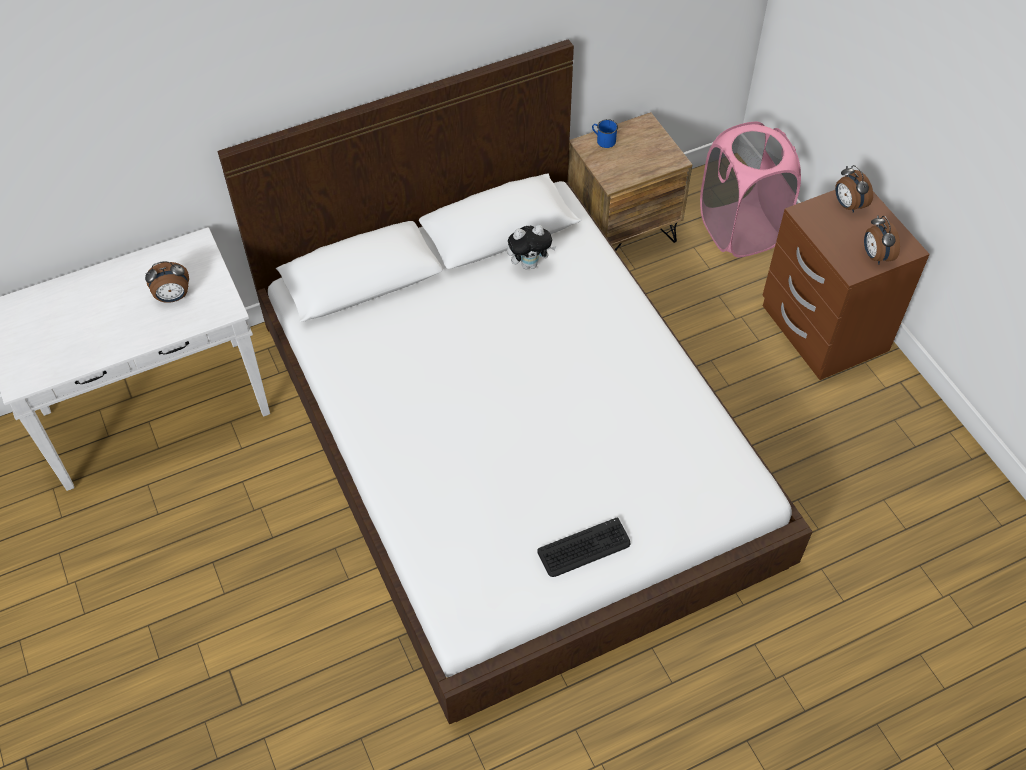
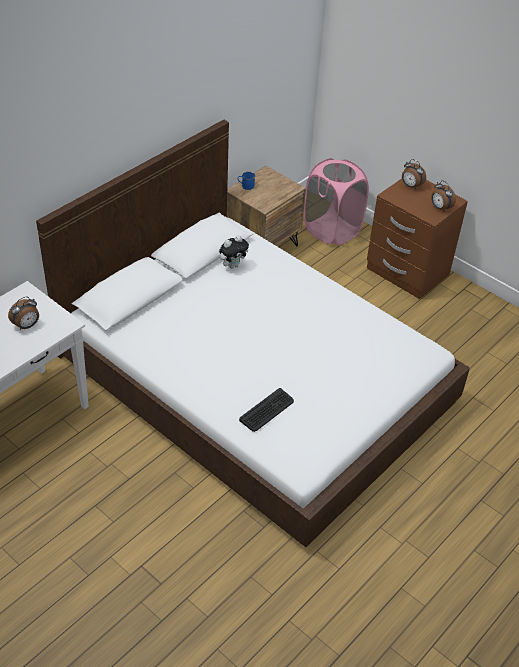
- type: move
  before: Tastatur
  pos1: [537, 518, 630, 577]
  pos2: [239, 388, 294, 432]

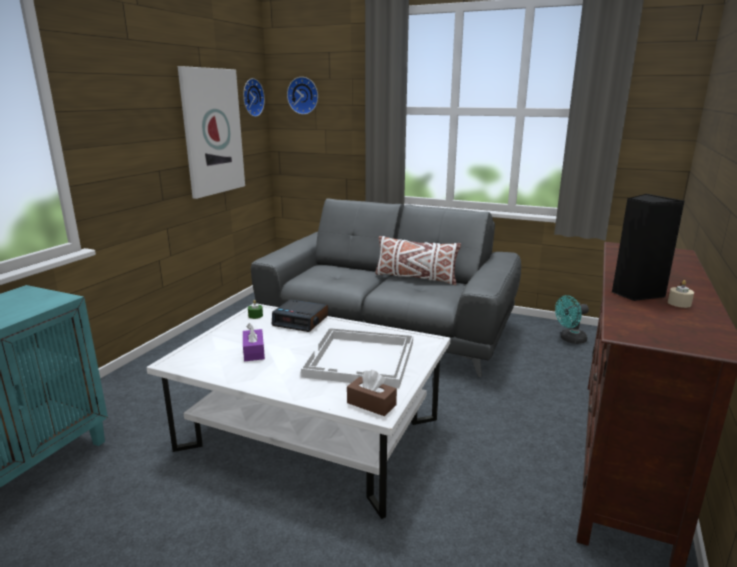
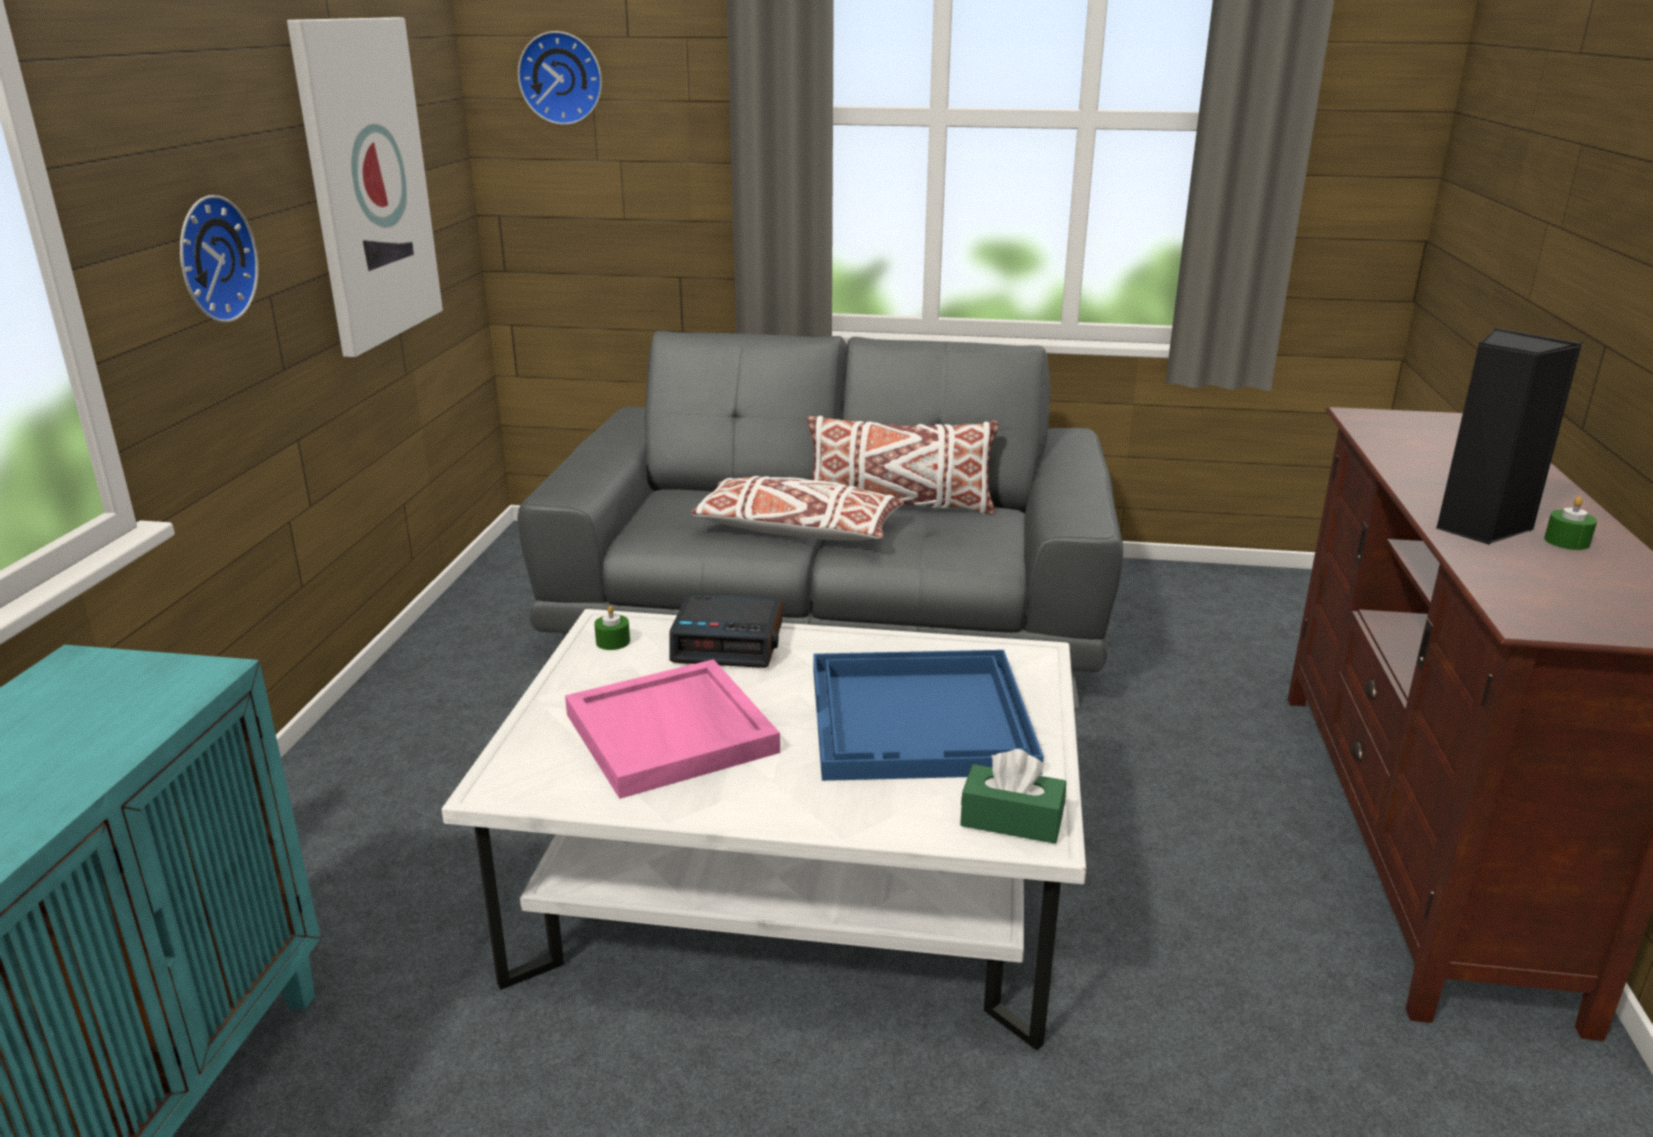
- type: delete
  before: Ventilator [türkis]
  pos1: [555, 295, 589, 344]
- type: insert
  after: Kissen [weiß]
  pos2: [691, 476, 904, 541]
- type: move
  before: Wanduhr
  pos1: [243, 78, 265, 117]
  pos2: [180, 195, 259, 323]
- type: replace
  before: Taschentuchbox [lila]
  after: Tablett [rosa]
  pos1: [243, 323, 265, 361]
  pos2: [565, 659, 780, 799]
- type: recolor
  before: Tablett [weiß]
  after: Tablett [blau]
  pos1: [301, 328, 413, 388]
  pos2: [813, 650, 1044, 781]
- type: recolor
  before: Taschentuchbox [braun]
  after: Taschentuchbox [grün]
  pos1: [347, 370, 397, 416]
  pos2: [960, 749, 1066, 844]
- type: recolor
  before: Kerze [beige]
  after: Kerze [grün]
  pos1: [668, 280, 694, 308]
  pos2: [1544, 496, 1597, 550]

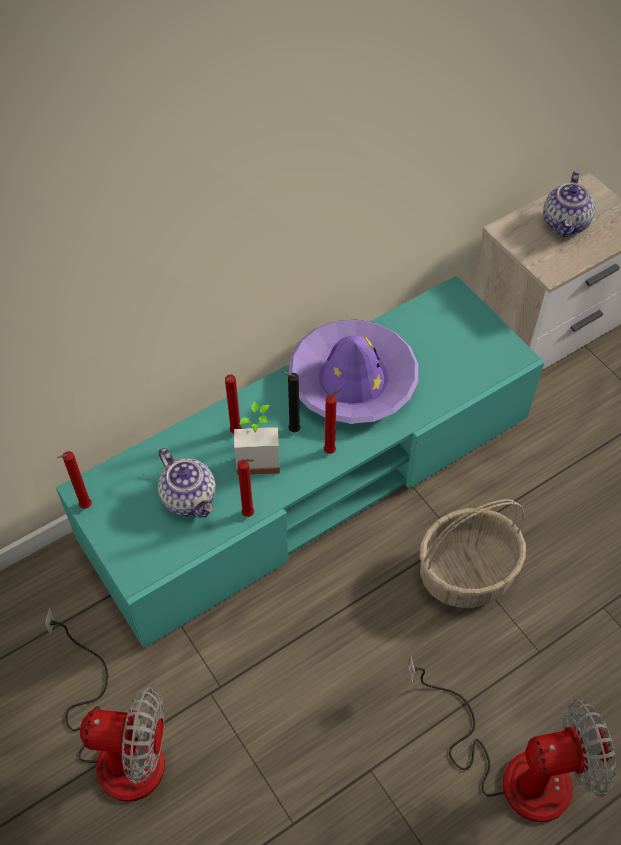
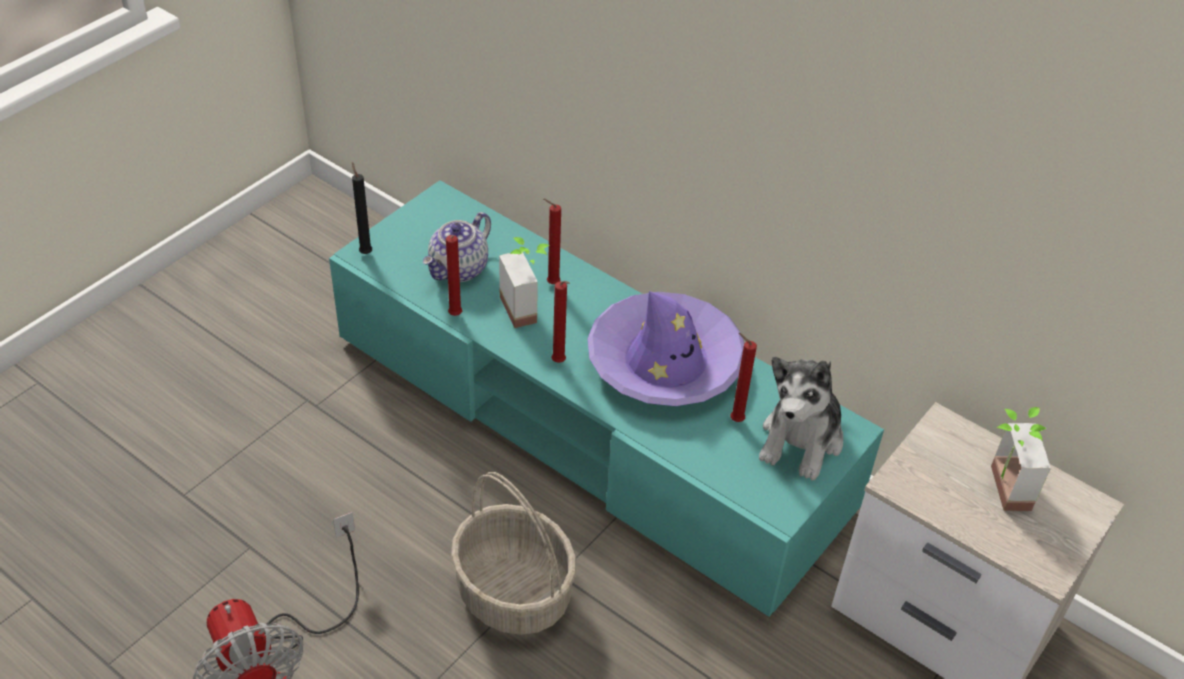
- type: delete
  before: Ventilator
  pos1: [45, 608, 165, 802]
- type: insert
  after: Plüschtier
  pos2: [759, 357, 843, 481]
- type: move
  before: Kerze [rot]
  pos1: [57, 451, 92, 509]
  pos2: [730, 333, 757, 422]
- type: move
  before: Kerze [schwarz]
  pos1: [282, 372, 301, 432]
  pos2: [352, 162, 372, 254]
- type: replace
  before: Teekanne
  after: Topfpflanze
  pos1: [543, 171, 595, 237]
  pos2: [991, 407, 1051, 511]

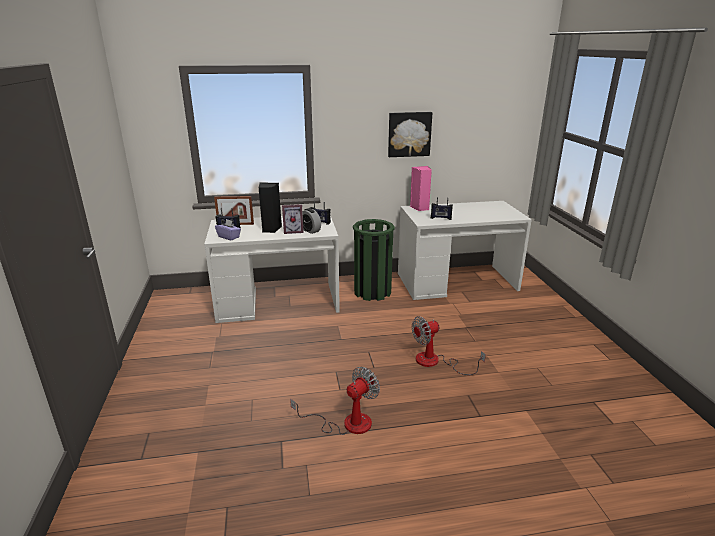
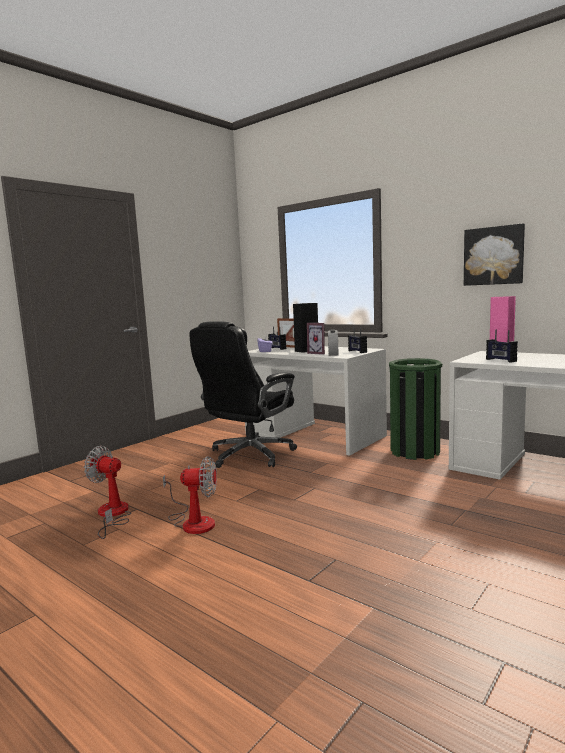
- type: insert
  after: Bürostuhl [schwarz]
  pos2: [189, 321, 297, 468]
- type: move
  before: Ventilator
  pos1: [412, 316, 486, 375]
  pos2: [84, 446, 131, 539]

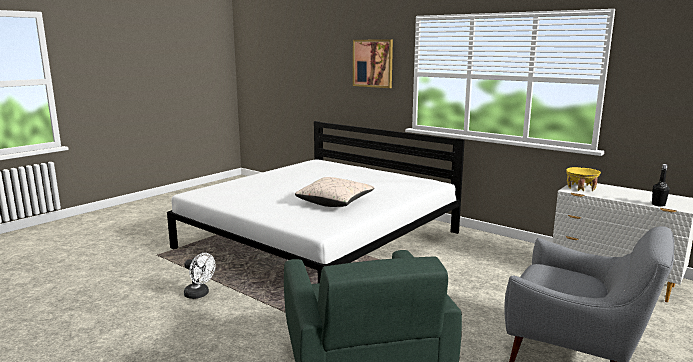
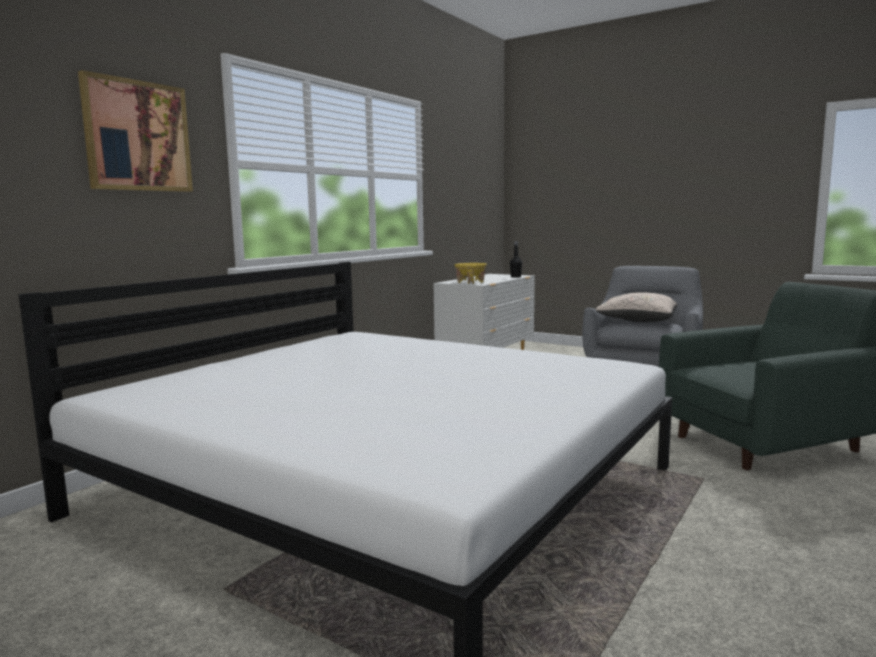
- type: delete
  before: Ventilator [weiß]
  pos1: [184, 253, 215, 299]
- type: move
  before: Kissen [beige]
  pos1: [295, 177, 374, 207]
  pos2: [595, 292, 678, 322]

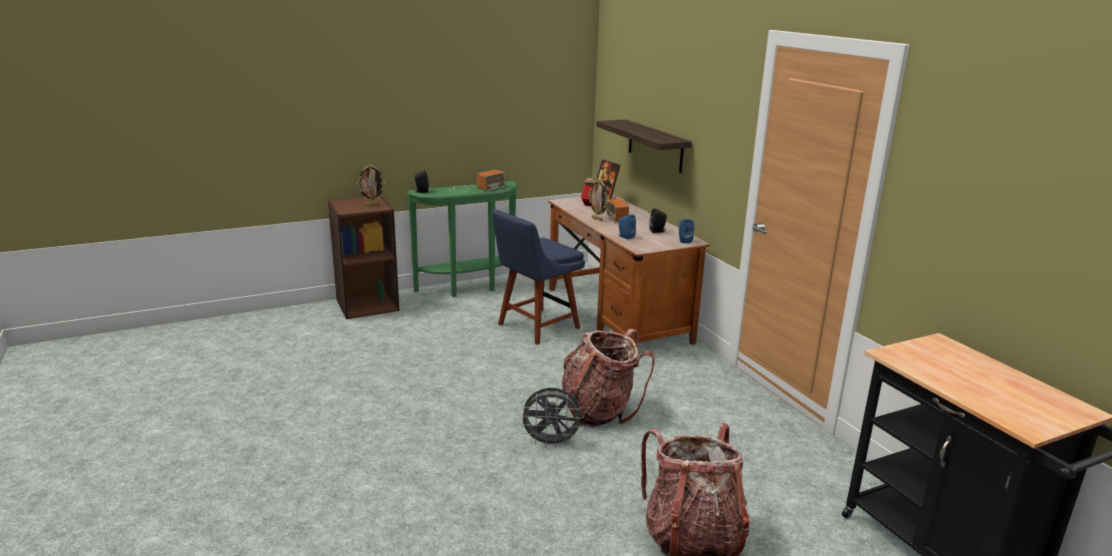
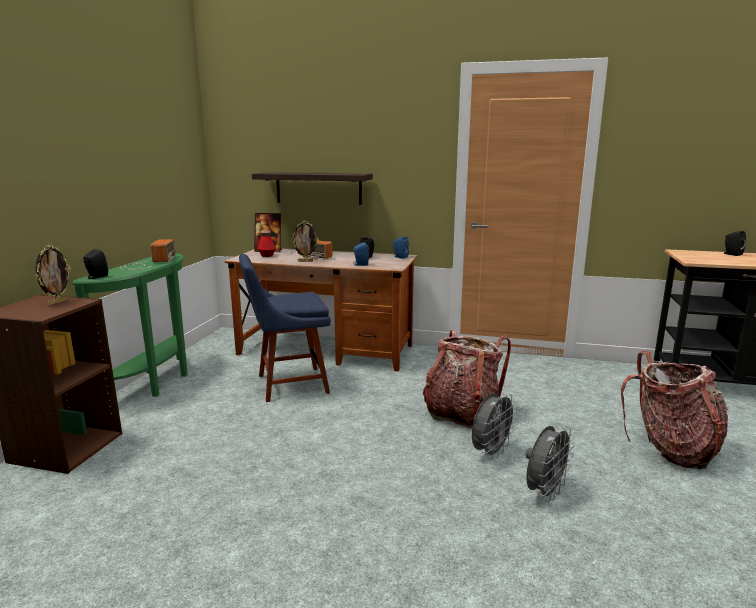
- type: insert
  after: Ventilator [grau]
  pos2: [526, 426, 575, 502]
- type: insert
  after: Lautsprecher [schwarz]
  pos2: [722, 231, 746, 256]
- type: rotate
  before: Stuhl [blau]
  pos1: [491, 209, 585, 345]
  pos2: [239, 254, 331, 402]
  turn: 75

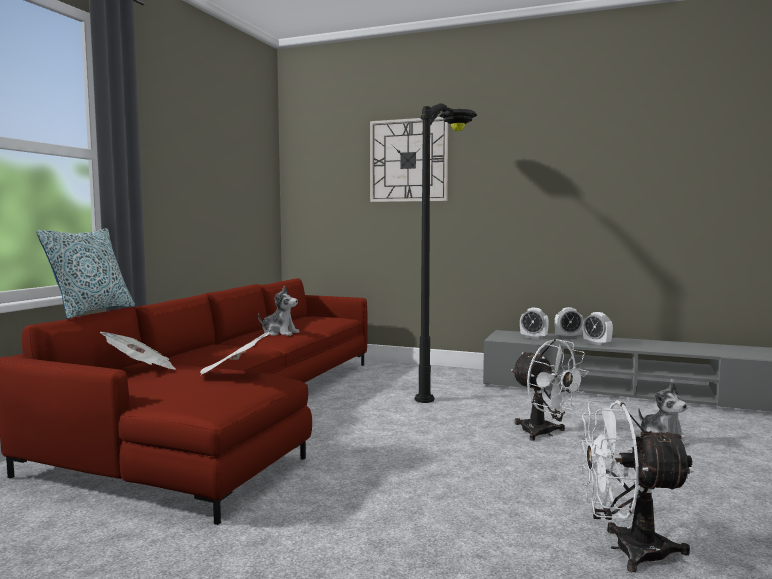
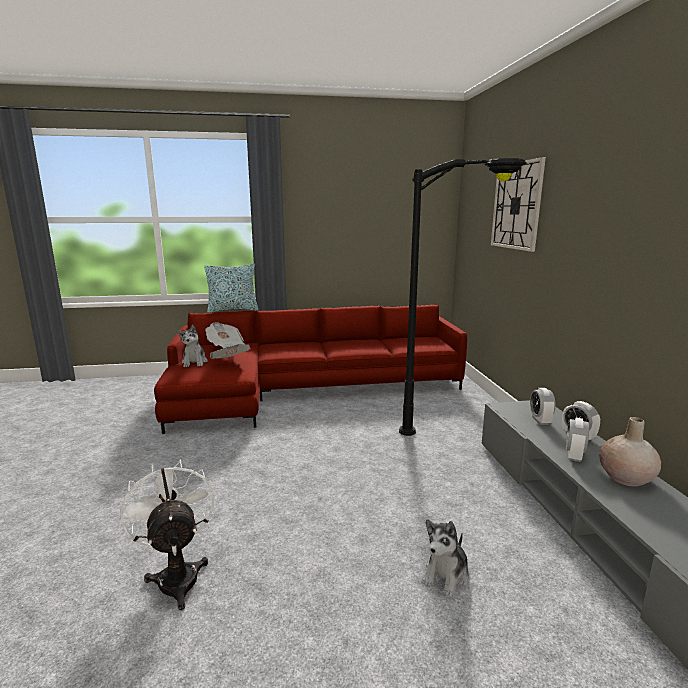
- type: delete
  before: Ventilator [weiß]
  pos1: [511, 339, 589, 441]
- type: insert
  after: Vase [beige]
  pos2: [599, 417, 661, 487]
- type: move
  before: Plüschtier
  pos1: [258, 286, 300, 336]
  pos2: [177, 325, 208, 367]

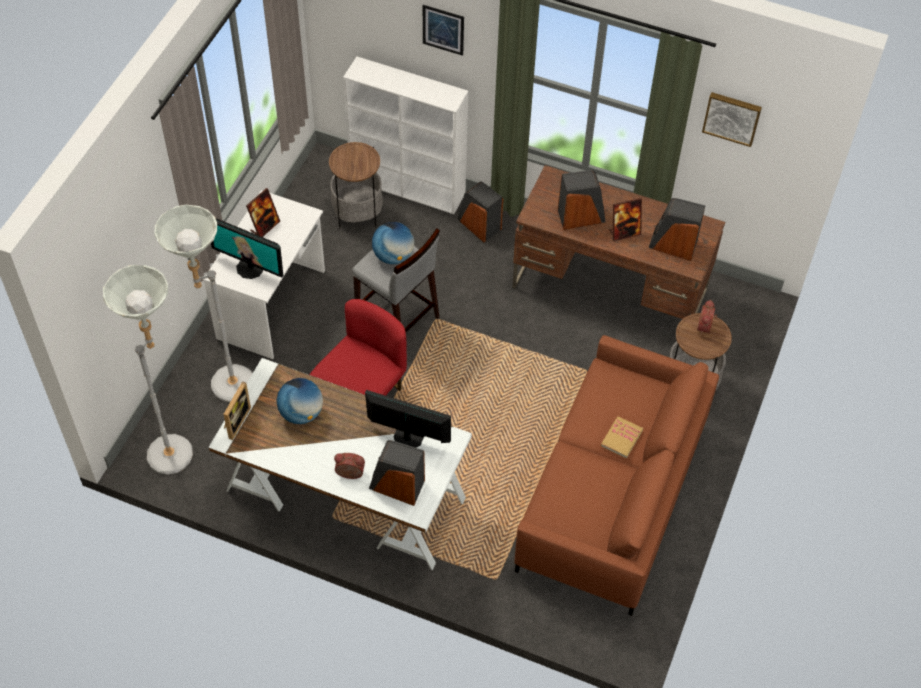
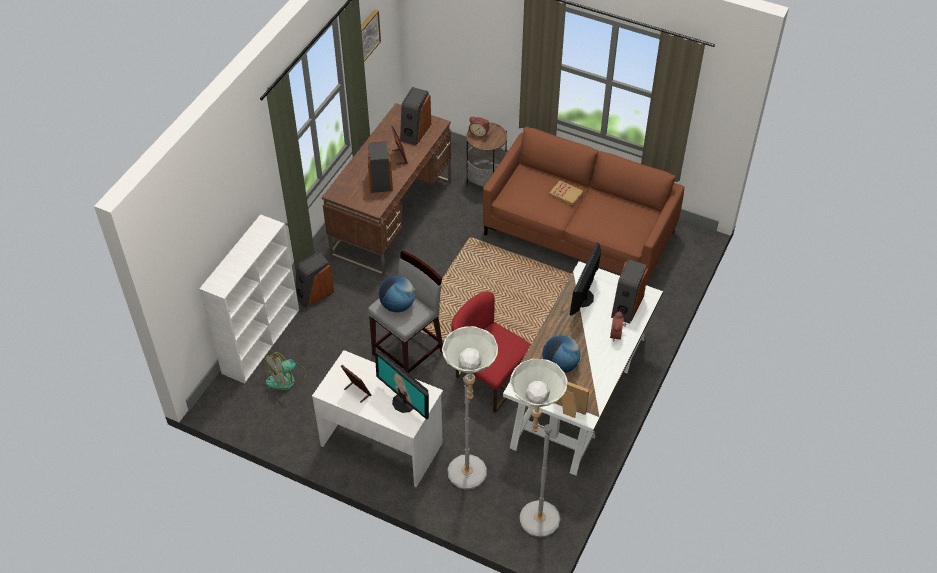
- type: delete
  before: Bild
  pos1: [423, 5, 464, 56]
- type: replace
  before: Beistelltisch
  after: Ventilator
  pos1: [329, 142, 383, 229]
  pos2: [264, 351, 307, 390]
- type: rotate
  before: Monitor
  pos1: [211, 218, 283, 279]
  pos2: [375, 351, 429, 420]
  turn: 105

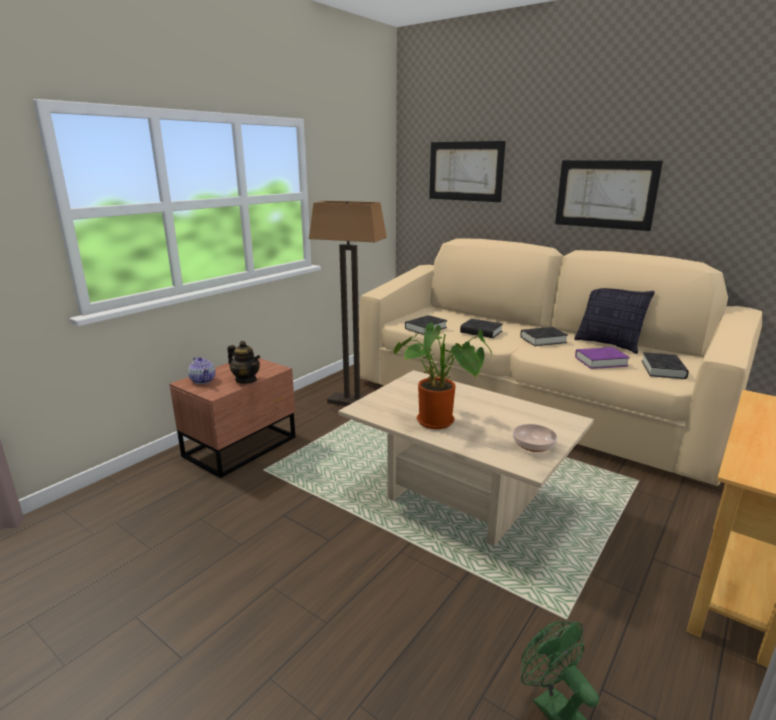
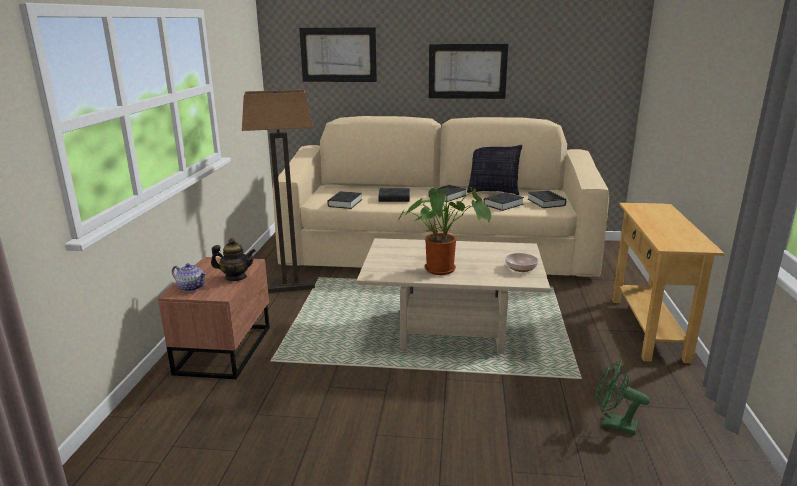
- type: recolor
  before: Buch [lila]
  after: Buch [schwarz]
  pos1: [575, 347, 630, 369]
  pos2: [483, 192, 524, 211]

